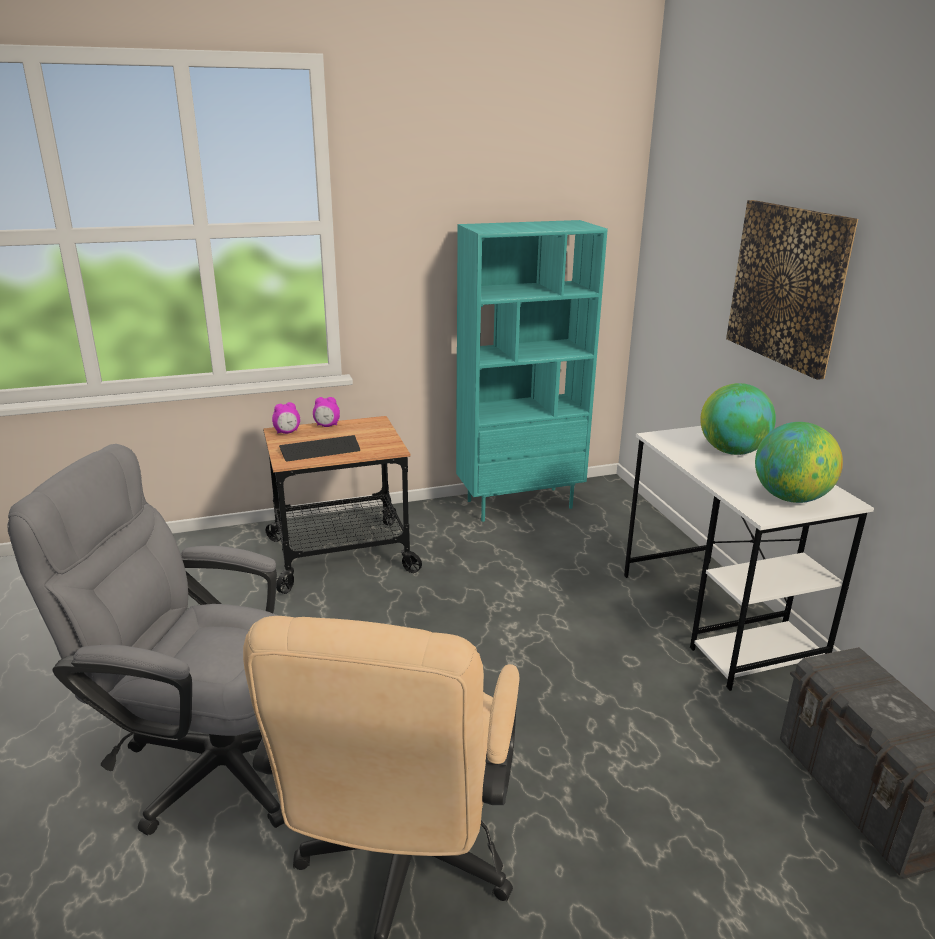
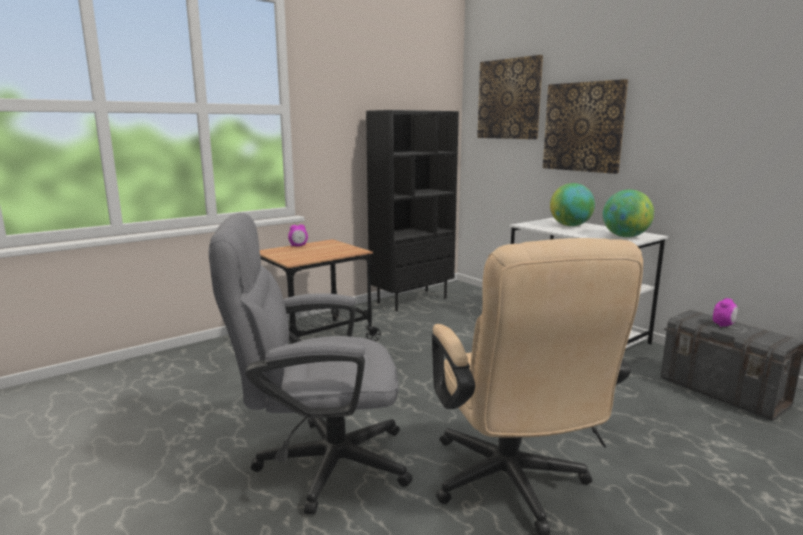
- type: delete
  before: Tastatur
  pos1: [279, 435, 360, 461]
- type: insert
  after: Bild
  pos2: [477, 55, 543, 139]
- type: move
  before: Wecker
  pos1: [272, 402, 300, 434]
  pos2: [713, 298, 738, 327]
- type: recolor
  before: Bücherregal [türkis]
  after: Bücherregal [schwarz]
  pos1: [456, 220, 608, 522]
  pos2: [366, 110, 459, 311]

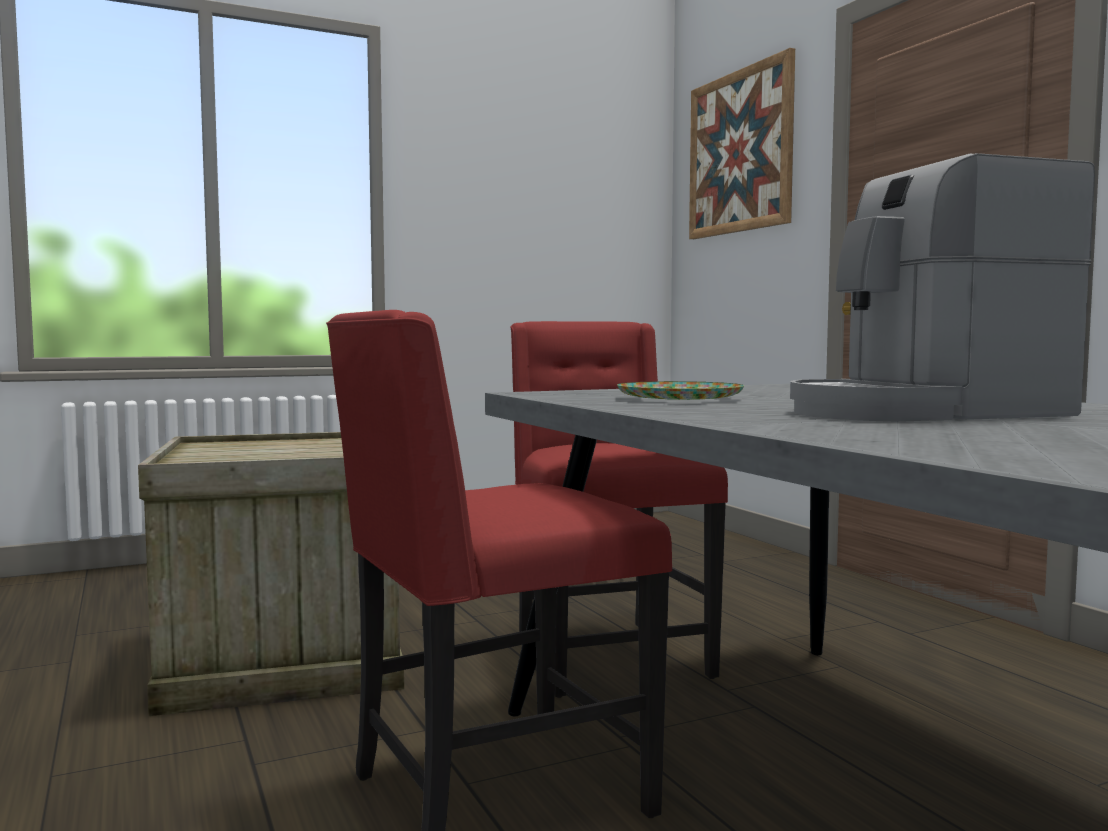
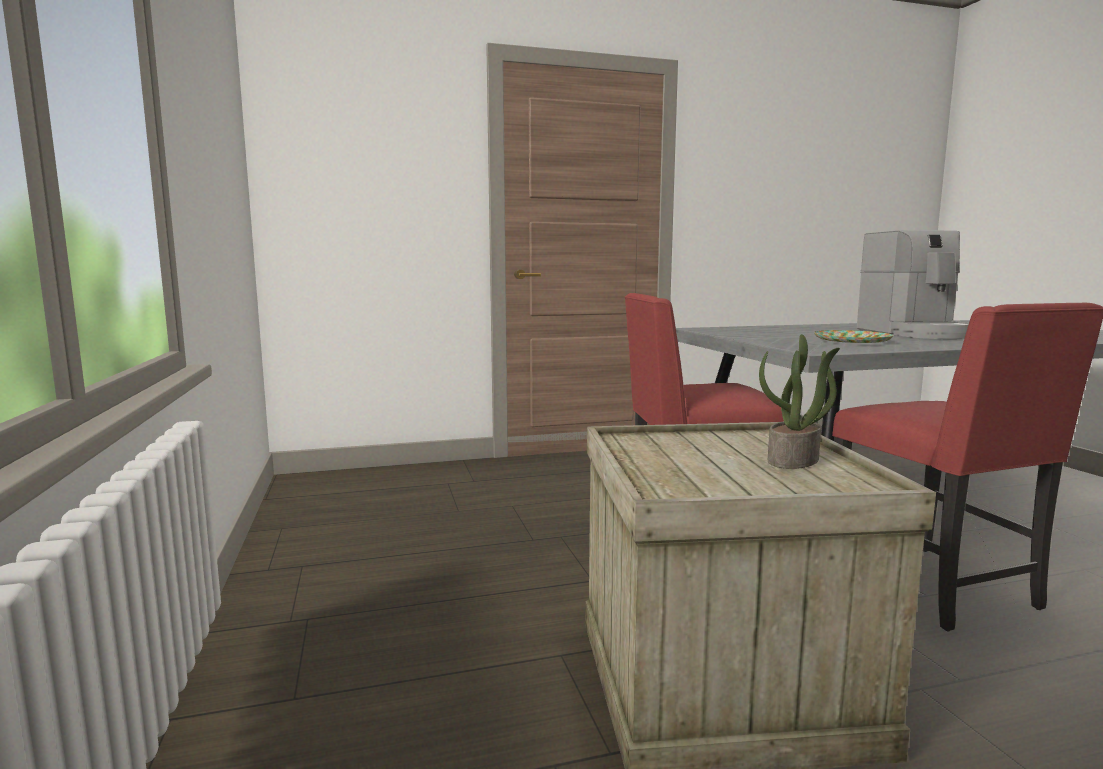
- type: delete
  before: Bild
  pos1: [689, 48, 795, 239]
- type: insert
  after: Topfpflanze
  pos2: [759, 334, 840, 469]

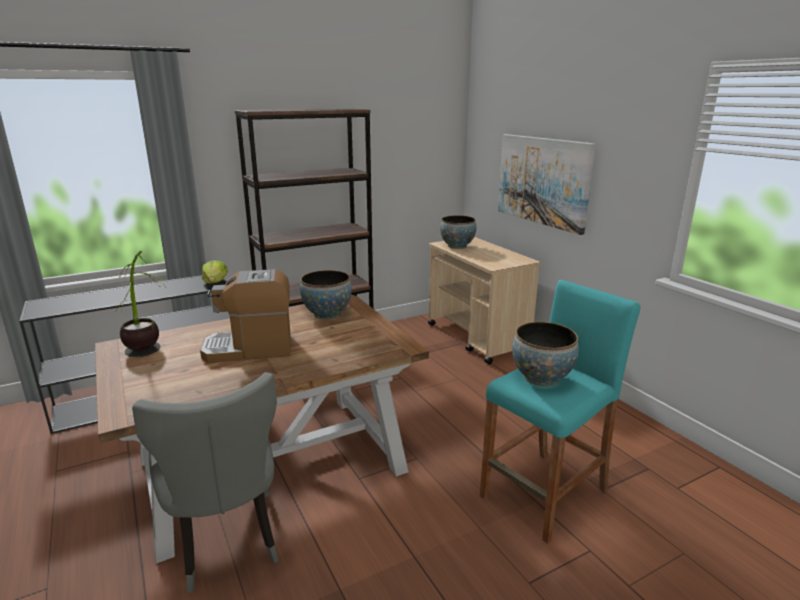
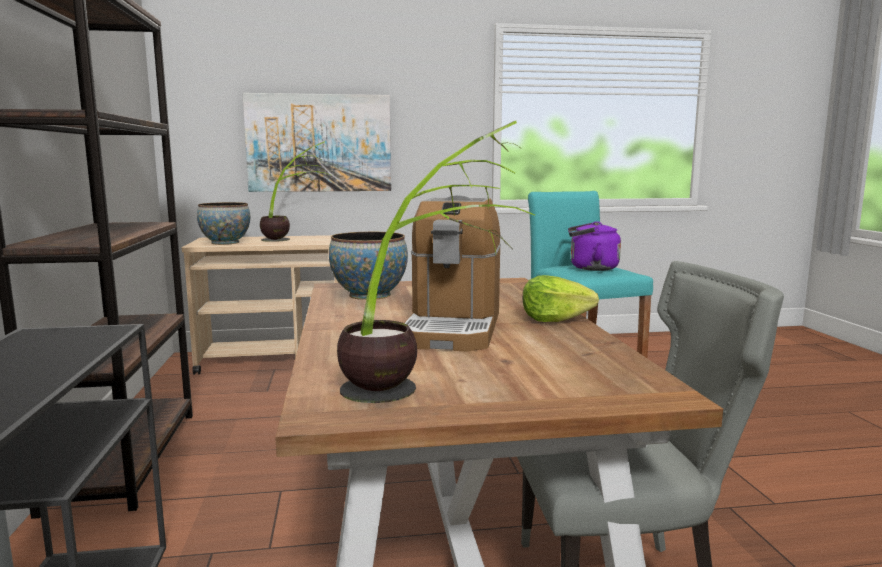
- type: insert
  after: Topfpflanze
  pos2: [260, 141, 330, 242]
- type: move
  before: Salatkopf
  pos1: [202, 260, 228, 283]
  pos2: [523, 275, 599, 322]
- type: replace
  before: Schüssel
  after: Wasserkessel [lila]
  pos1: [512, 322, 579, 387]
  pos2: [568, 221, 621, 271]

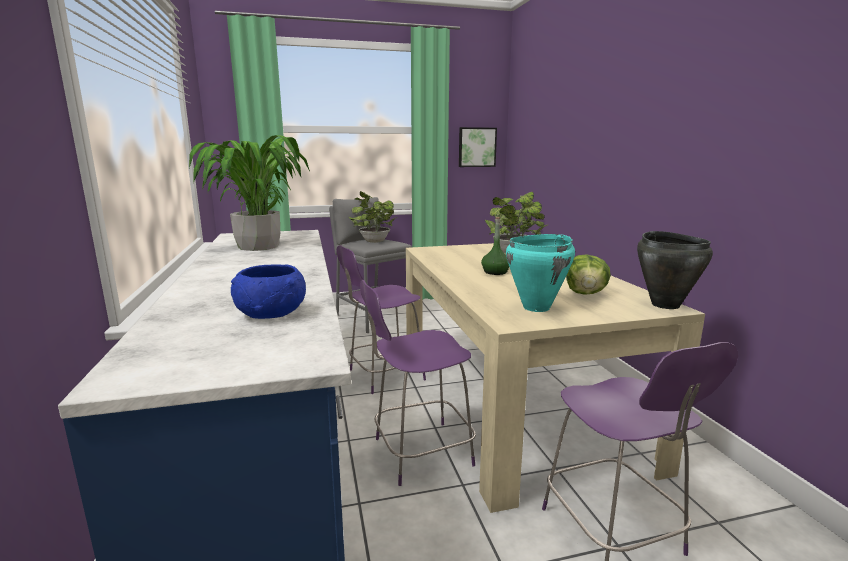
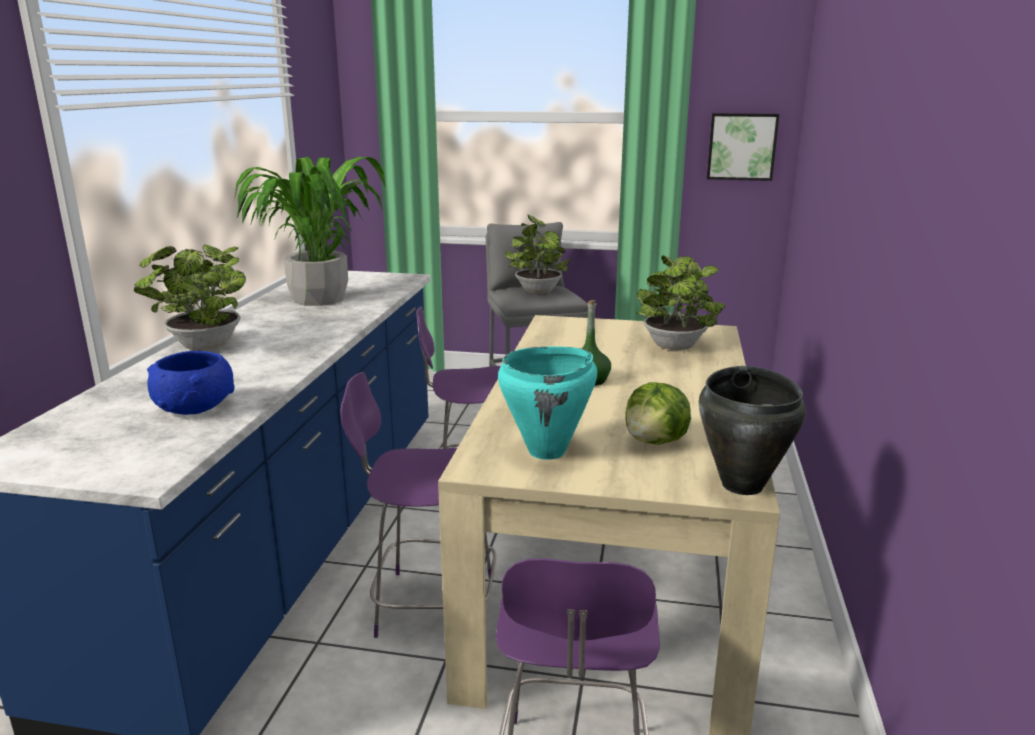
- type: insert
  after: Topfpflanze
  pos2: [134, 244, 246, 351]

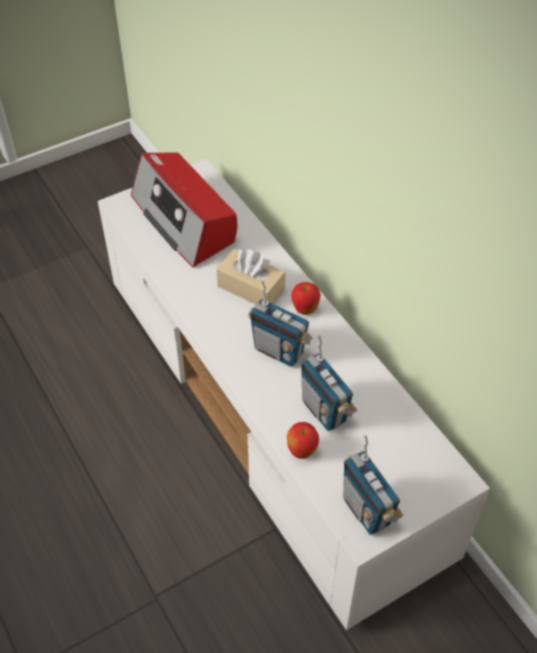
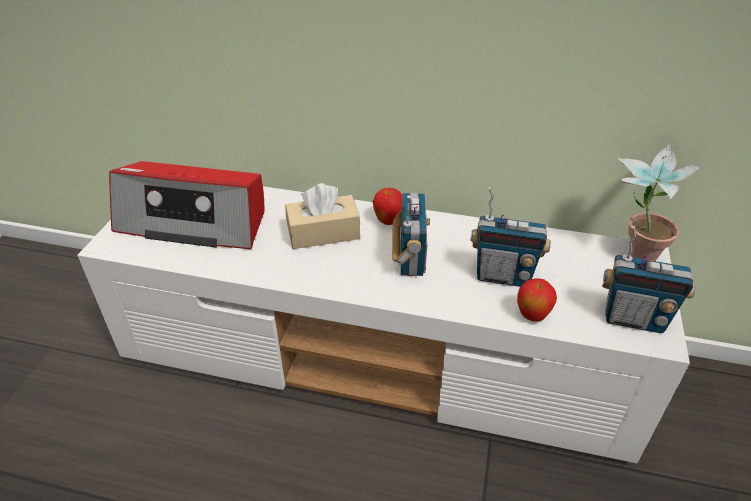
- type: insert
  after: Topfpflanze
  pos2: [618, 144, 706, 261]
- type: rotate
  before: Radio
  pos1: [248, 280, 313, 367]
  pos2: [392, 193, 430, 276]
  turn: -75

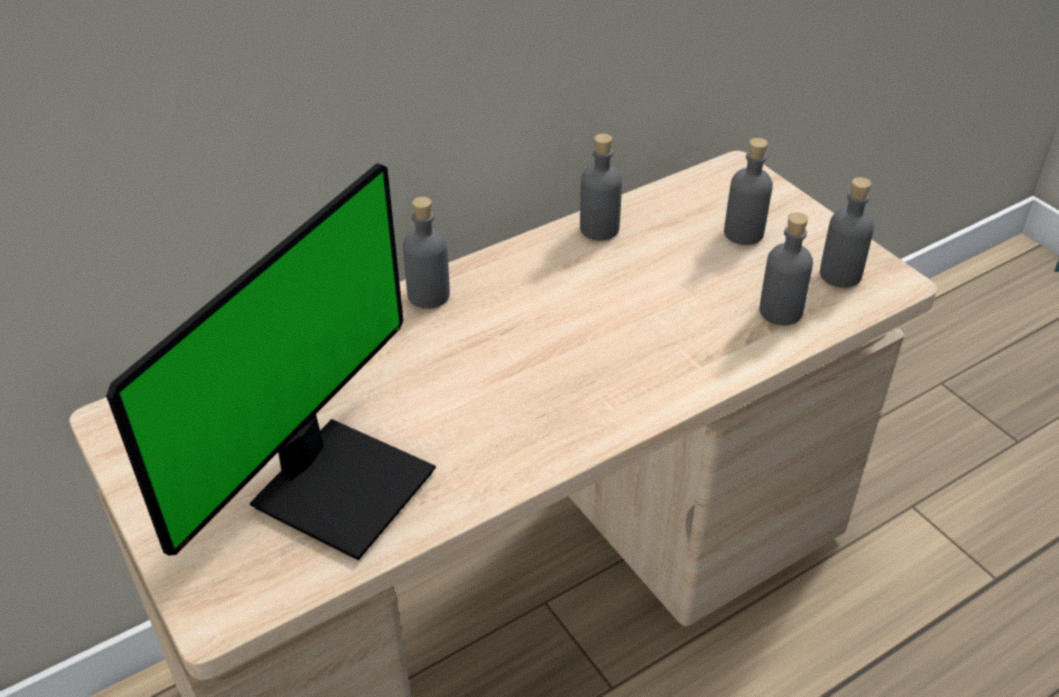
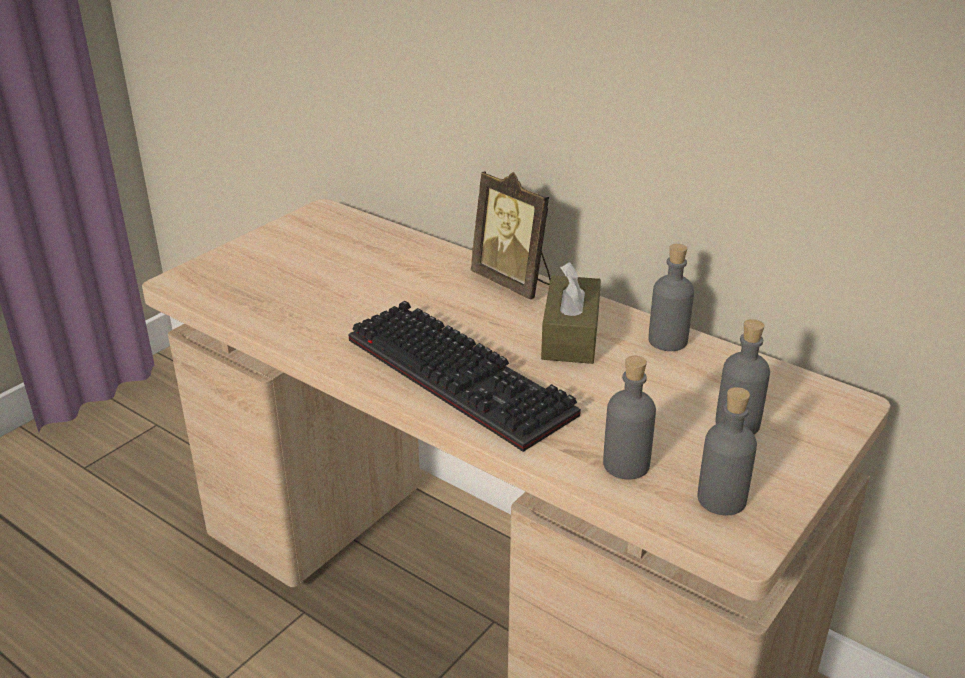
- type: delete
  before: Monitor
  pos1: [106, 163, 436, 560]
- type: insert
  after: Tastatur
  pos2: [348, 301, 581, 452]
- type: insert
  after: Taschentuchbox [braun]
  pos2: [541, 262, 601, 364]
- type: replace
  before: Flasche [grau]
  after: Bilderrahmen
  pos1: [403, 197, 450, 309]
  pos2: [471, 171, 551, 300]

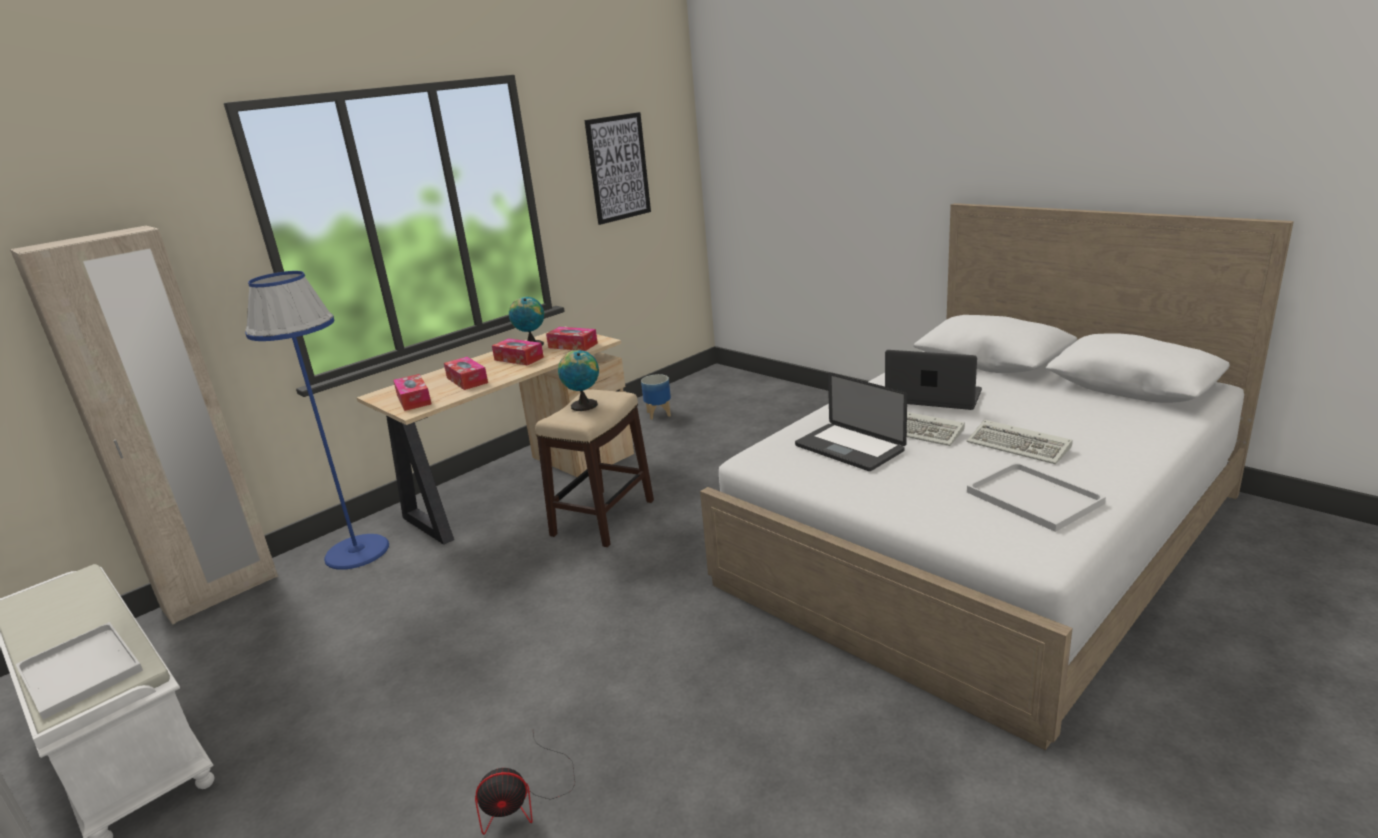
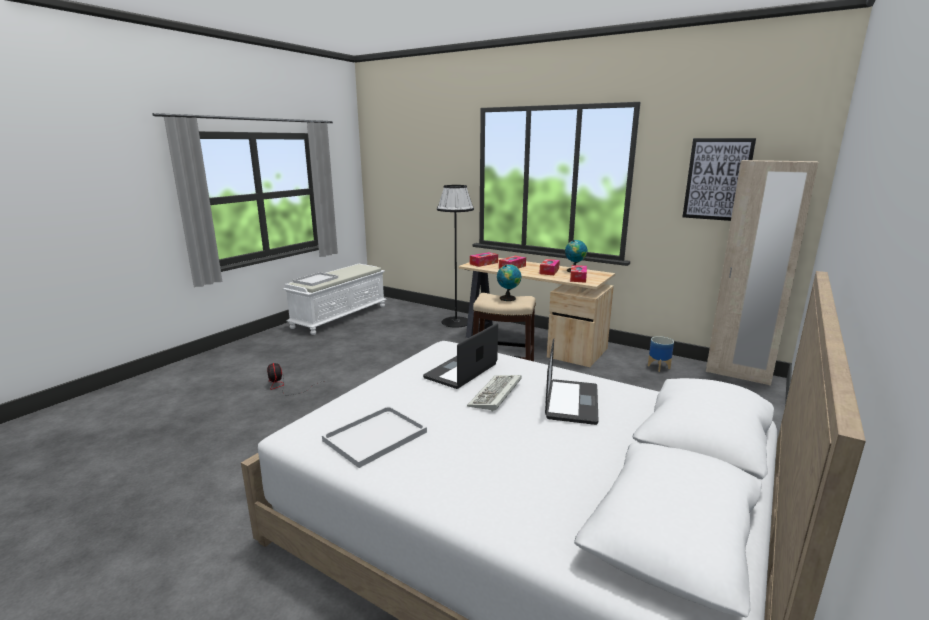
- type: delete
  before: Tastatur
  pos1: [967, 420, 1073, 464]
- type: move
  before: Kleiderschrank [beige]
  pos1: [10, 226, 278, 625]
  pos2: [706, 160, 819, 386]
- type: recolor
  before: Stehlampe [blau]
  after: Stehlampe [schwarz]
  pos1: [245, 271, 389, 570]
  pos2: [437, 185, 474, 328]

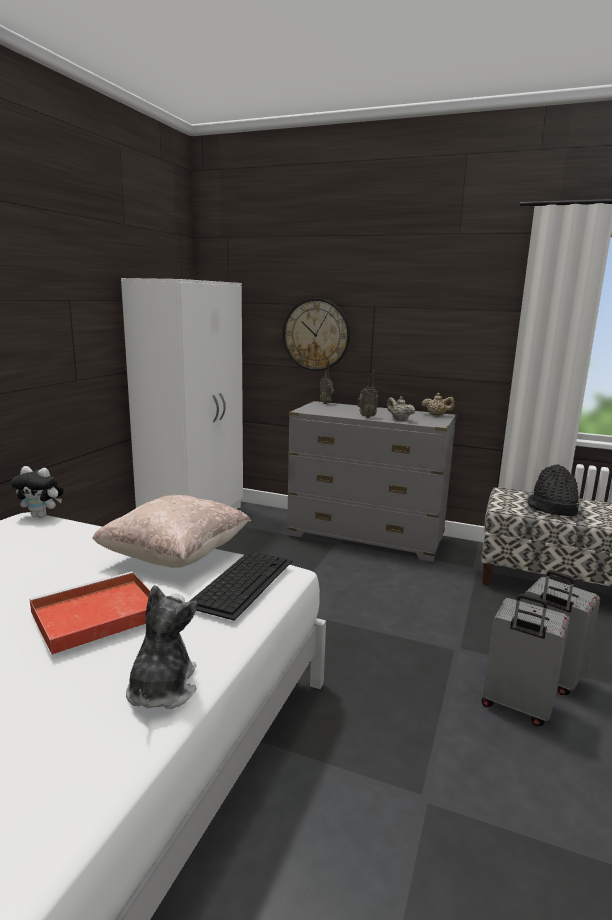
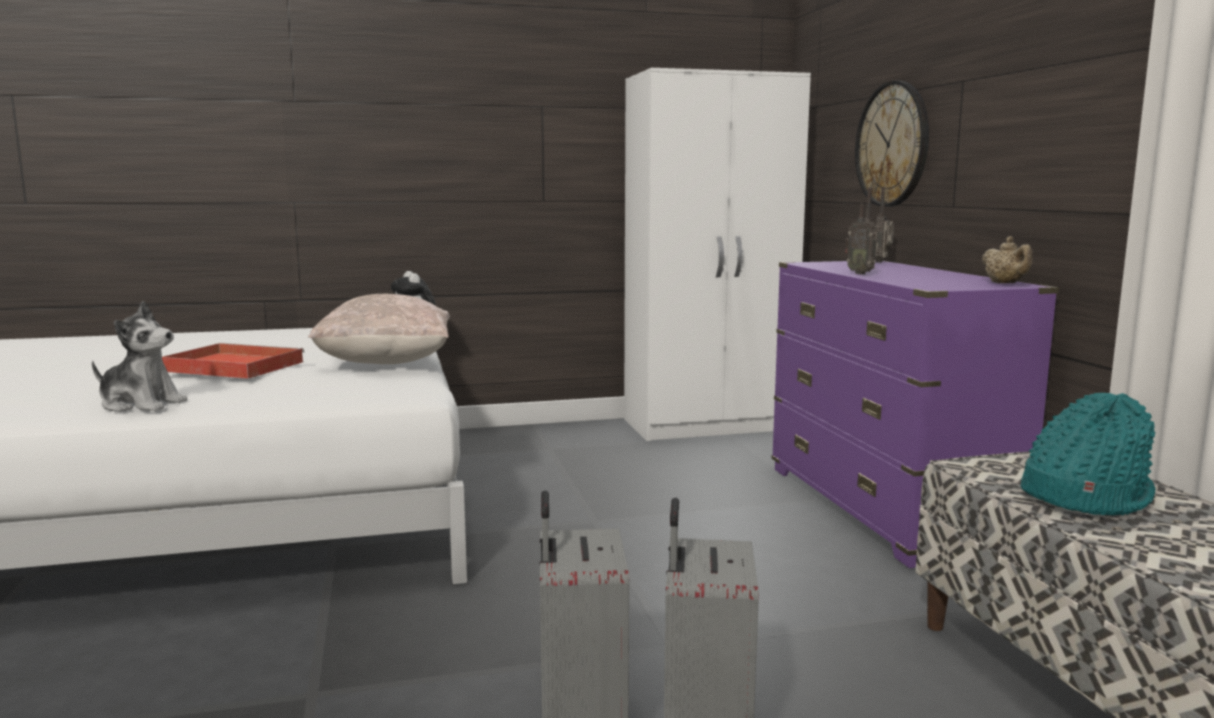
- type: delete
  before: Tastatur
  pos1: [190, 551, 293, 621]
- type: delete
  before: Teekanne [beige]
  pos1: [387, 396, 415, 421]
- type: recolor
  before: Kommode [grau]
  after: Kommode [lila]
  pos1: [287, 401, 457, 562]
  pos2: [772, 260, 1059, 568]
- type: recolor
  before: Hut [schwarz]
  after: Hut [türkis]
  pos1: [527, 464, 579, 516]
  pos2: [1020, 393, 1156, 516]
- type: rotate
  before: Plüschtier
  pos1: [126, 585, 198, 709]
  pos2: [92, 301, 187, 412]
  turn: 45

